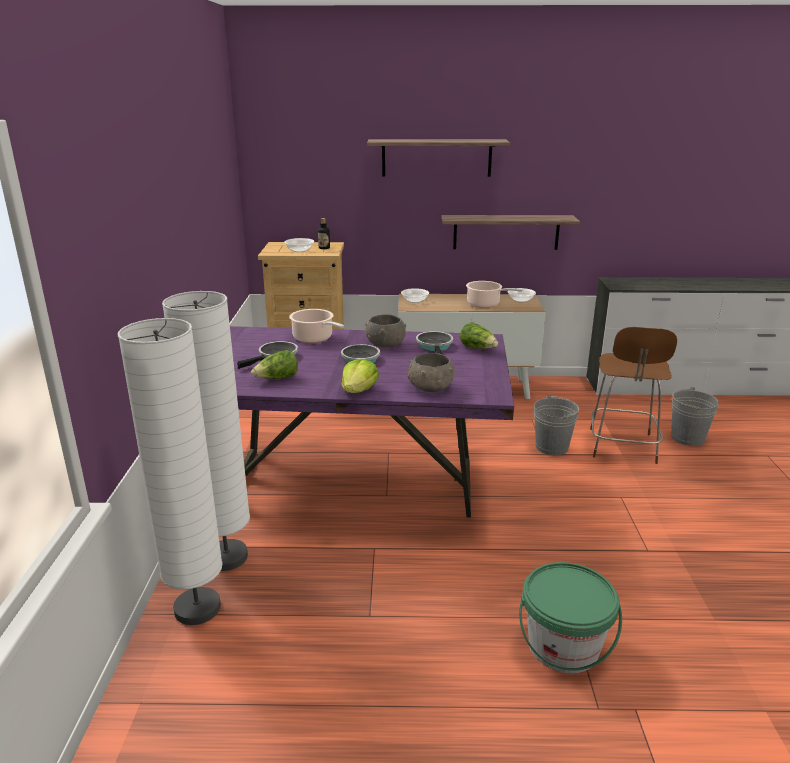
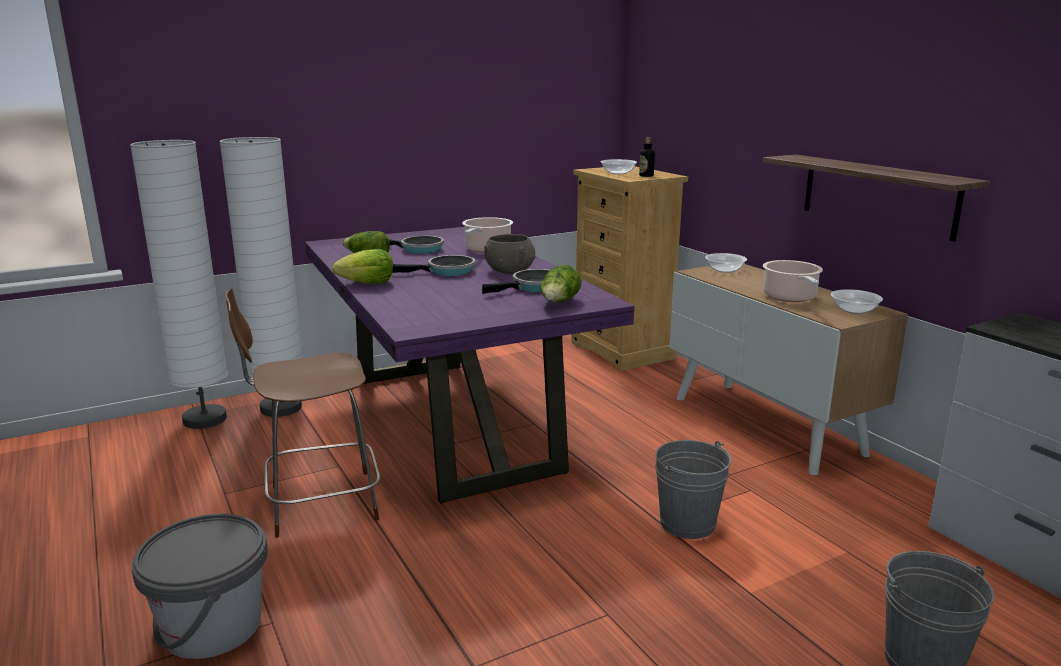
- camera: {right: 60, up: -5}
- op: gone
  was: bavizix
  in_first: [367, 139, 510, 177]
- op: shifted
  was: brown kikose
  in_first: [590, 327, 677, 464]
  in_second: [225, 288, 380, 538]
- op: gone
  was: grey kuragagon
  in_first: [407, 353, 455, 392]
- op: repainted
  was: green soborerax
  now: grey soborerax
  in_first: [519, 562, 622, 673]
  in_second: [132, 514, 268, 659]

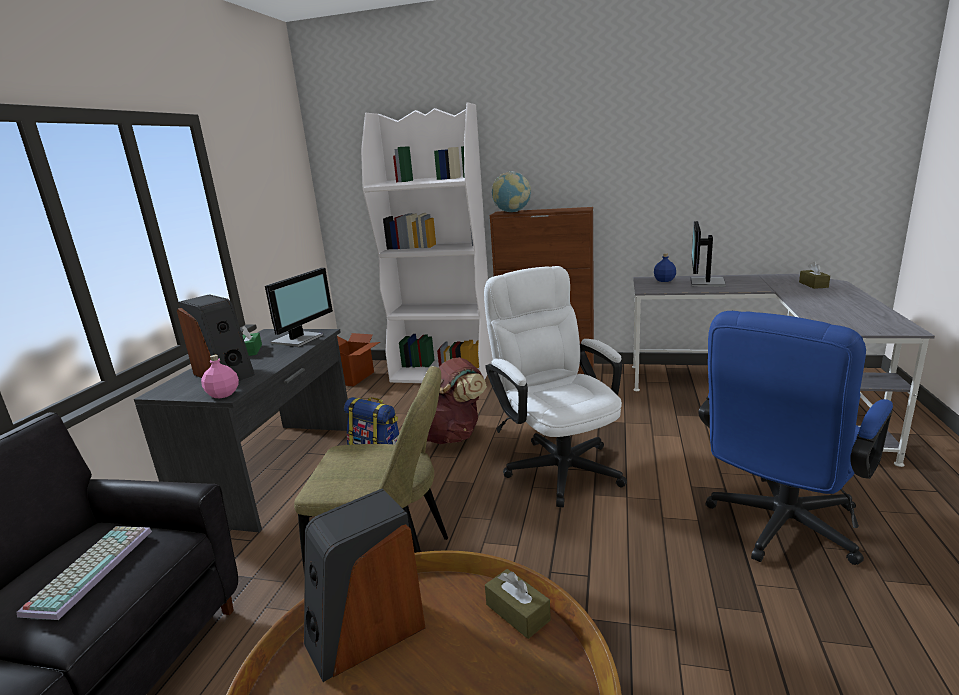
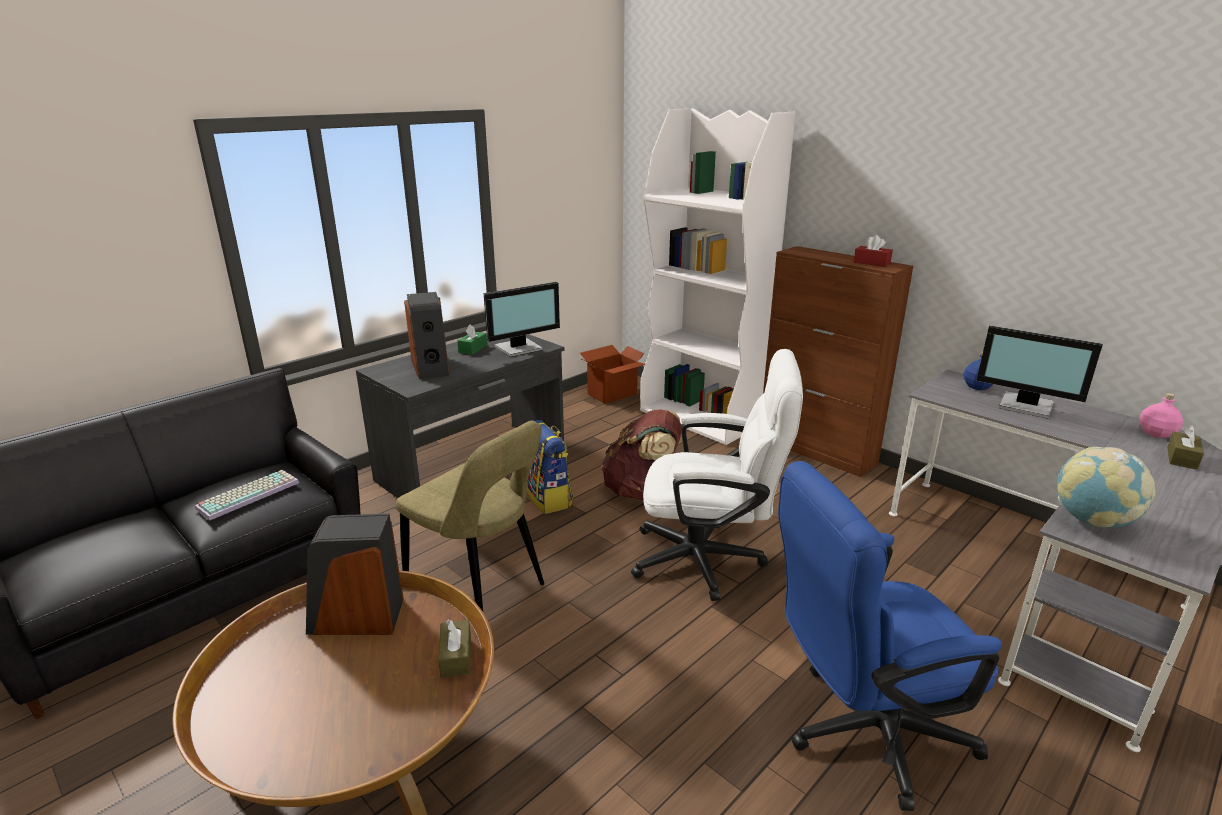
- camera: {right: 30, up: 5}
- op: shifted
  was: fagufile
  in_first: [492, 171, 531, 212]
  in_second: [1057, 447, 1156, 528]
- op: rotated
  was: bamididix
  in_first: [691, 221, 726, 287]
  in_second: [976, 326, 1103, 419]
  clockwise: -105
- op: rotated
  was: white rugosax
  in_first: [484, 266, 627, 507]
  in_second: [631, 349, 803, 601]
  clockwise: 90
- op: shifted
  was: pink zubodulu
  in_first: [201, 355, 239, 398]
  in_second: [1140, 393, 1184, 438]
- op: new
  now: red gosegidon
  in_second: [854, 235, 893, 267]

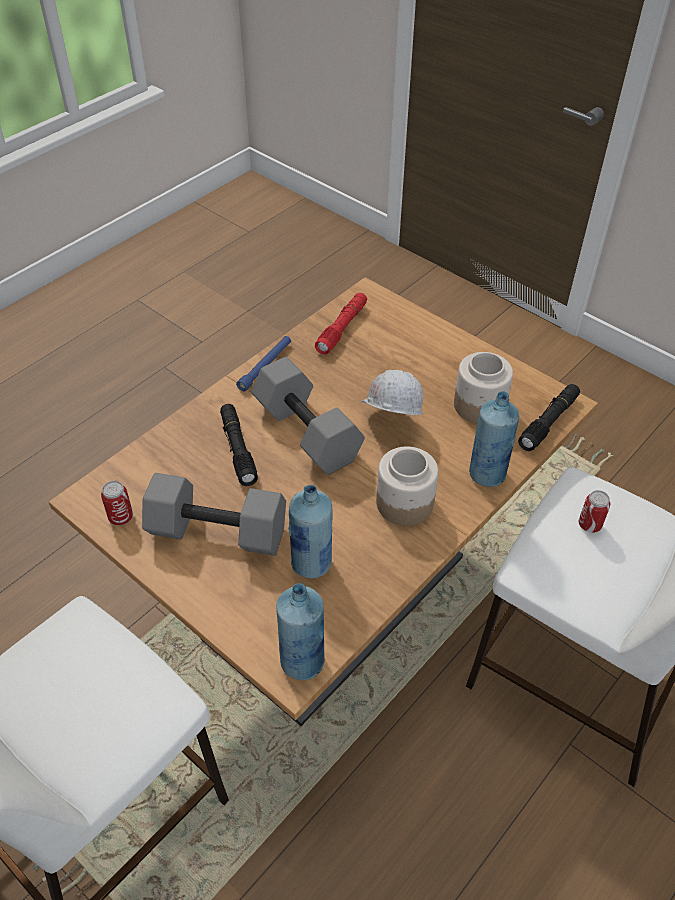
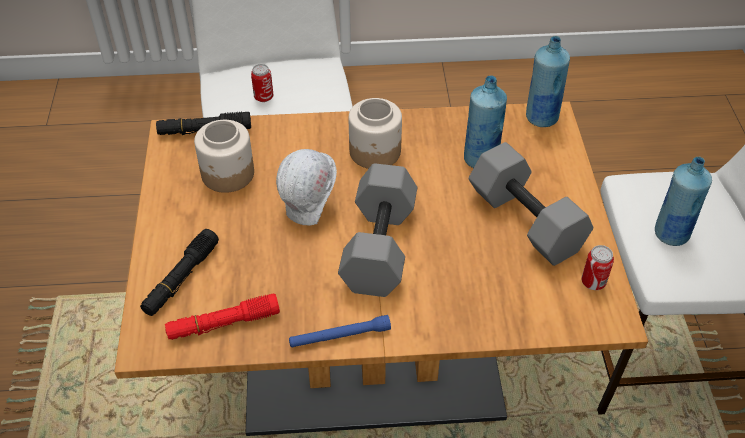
- camera: {right: -135, up: 0}
- op: shifted
  was: blue zubodulu
  in_first: [469, 391, 519, 487]
  in_second: [655, 157, 712, 246]
- op: shifted
  was: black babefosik
  in_first: [220, 404, 258, 486]
  in_second: [140, 229, 219, 316]

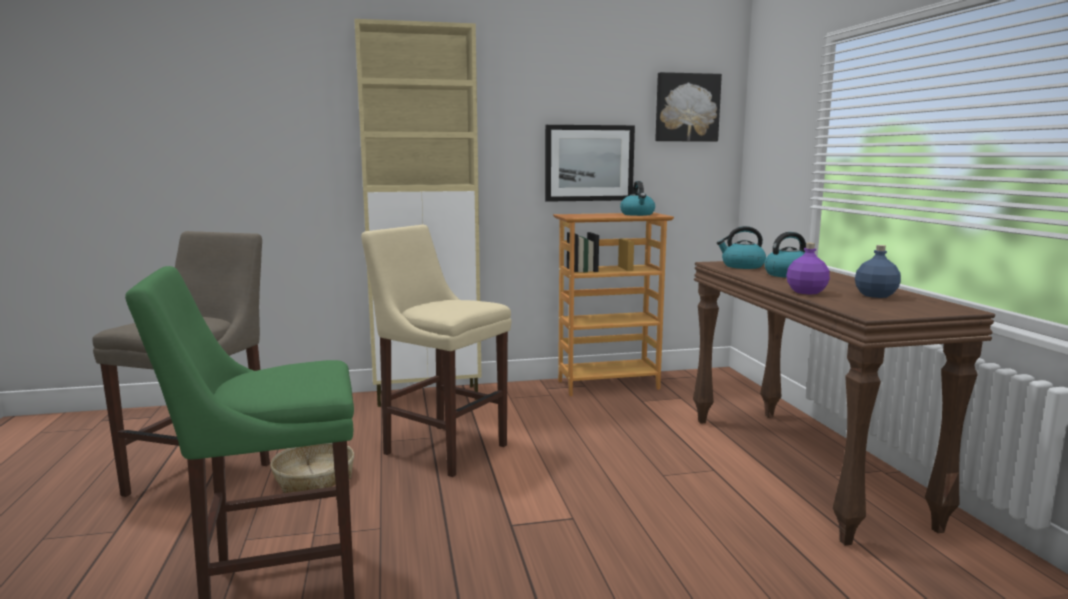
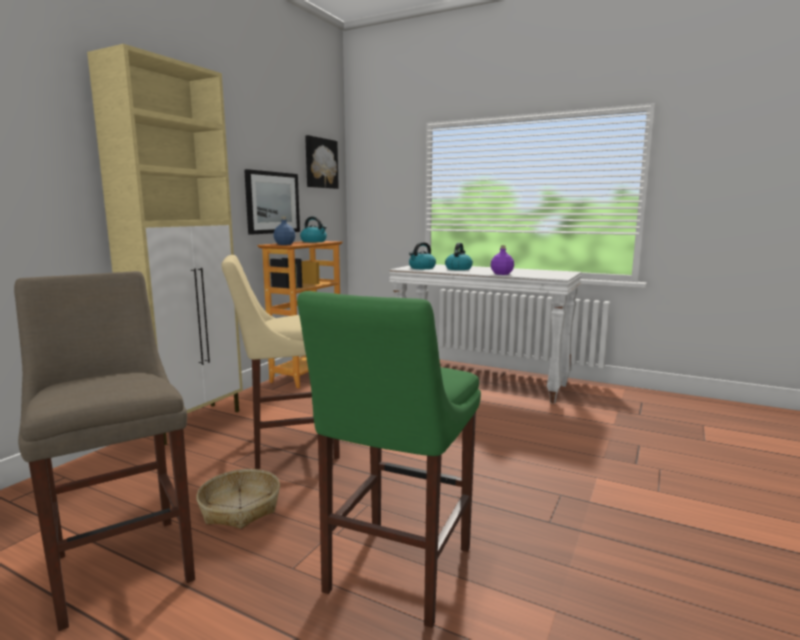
- camera: {right: -50, up: 0}
- op: shifted
  was: blue zubodulu
  in_first: [855, 245, 901, 298]
  in_second: [274, 217, 296, 245]
- op: repainted
  was: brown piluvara
  now: white piluvara
  in_first: [693, 261, 995, 546]
  in_second: [389, 264, 582, 404]

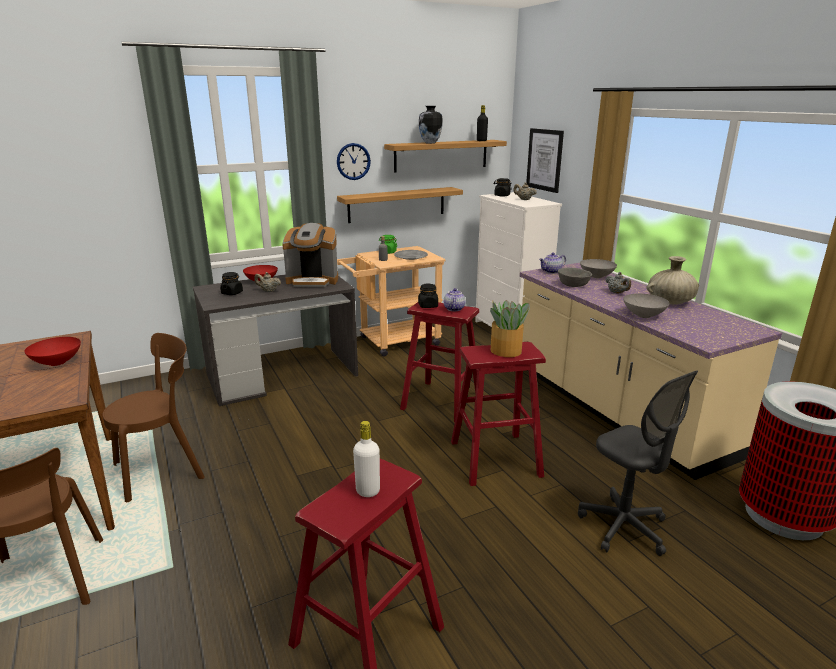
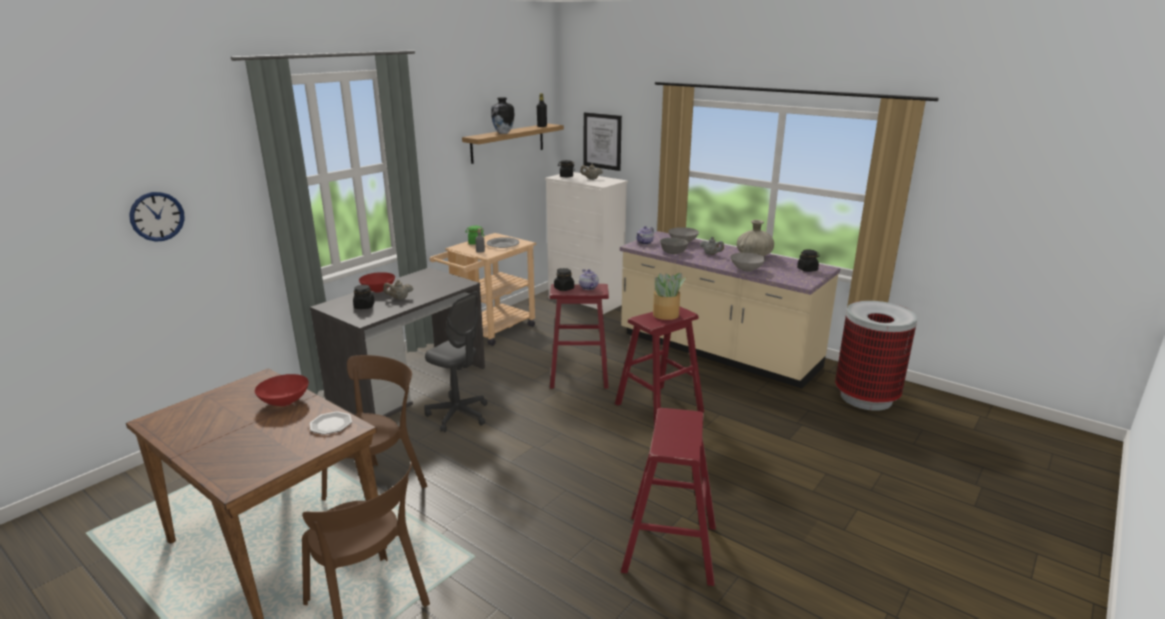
- camera: {right: -25, up: 0}
- op: shifted
  was: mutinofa
  in_first: [337, 143, 371, 180]
  in_second: [129, 192, 185, 242]
- op: gone
  was: bavizix
  in_first: [337, 187, 463, 223]
- op: gone
  was: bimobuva
  in_first: [282, 223, 338, 287]
- op: shifted
  was: grey rugosax
  in_first: [578, 371, 698, 556]
  in_second: [424, 291, 488, 432]
- op: gone
  was: white zubodulu
  in_first: [353, 421, 380, 497]
- op: new
  now: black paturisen
  in_second: [797, 249, 820, 272]
- op: new
  now: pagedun
  in_second: [309, 411, 352, 435]

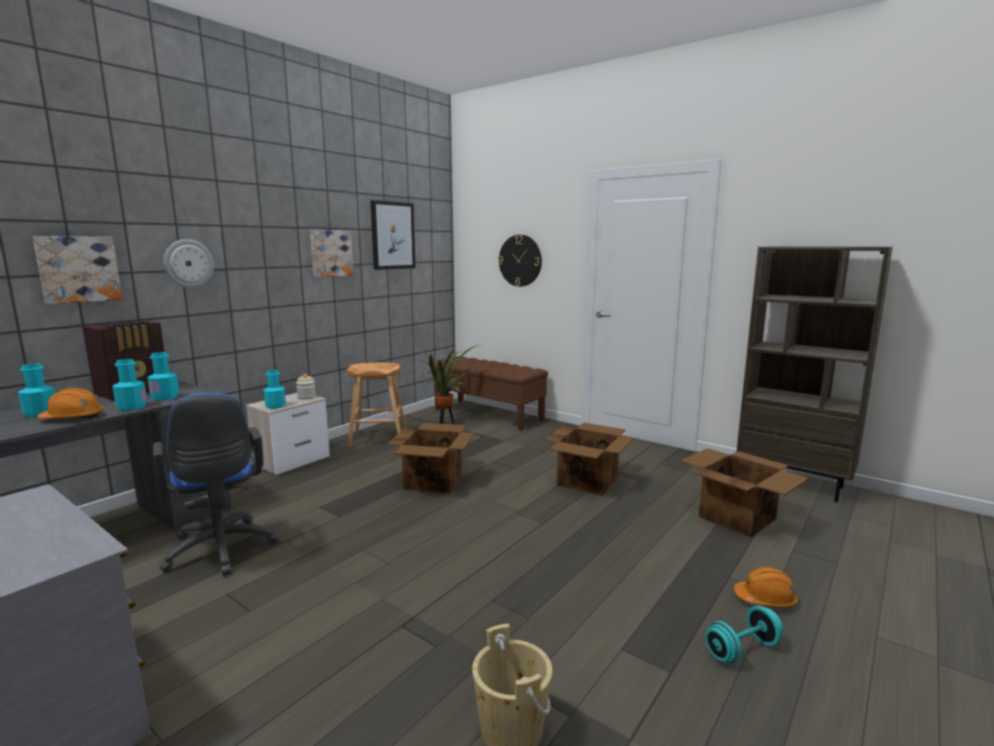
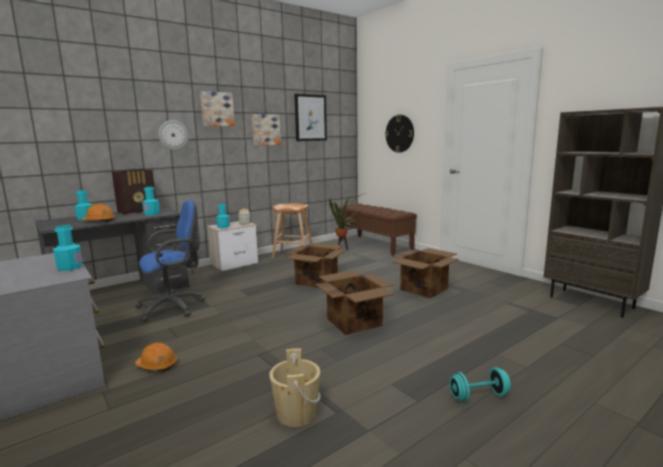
- camera: {right: 15, up: 0}
- op: shifted
  was: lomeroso
  in_first: [33, 236, 122, 305]
  in_second: [200, 91, 235, 126]
- op: shifted
  was: turquoise zubodulu
  in_first: [112, 359, 147, 411]
  in_second: [53, 225, 83, 271]
- op: rotated
  was: blue rugosax
  in_first: [153, 393, 279, 576]
  in_second: [135, 200, 205, 322]
  clockwise: -105
- op: shifted
  was: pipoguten
  in_first: [680, 448, 809, 538]
  in_second: [315, 270, 394, 335]
- op: shifted
  was: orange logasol
  in_first: [734, 567, 798, 608]
  in_second: [135, 342, 177, 371]

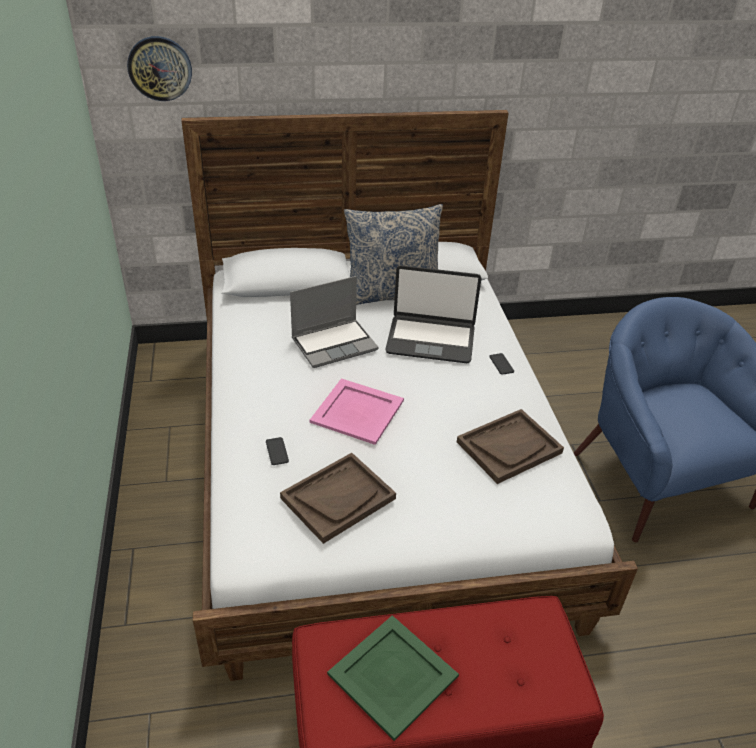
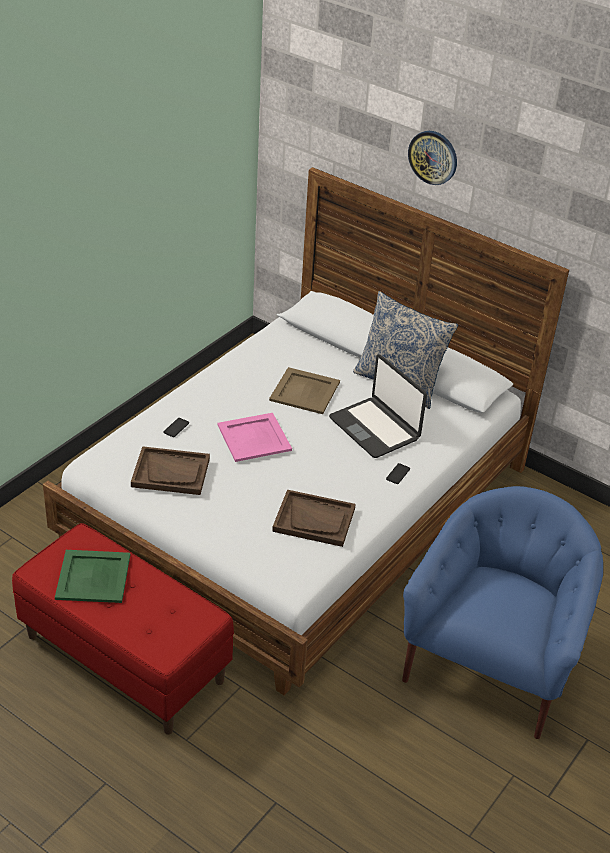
- camera: {right: 45, up: 0}
- op: shifted
  was: mutinofa
  in_first: [127, 36, 192, 101]
  in_second: [408, 131, 457, 185]
- op: swapped
  was: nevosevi
  now: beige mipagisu
  in_first: [290, 276, 379, 368]
  in_second: [269, 367, 340, 414]

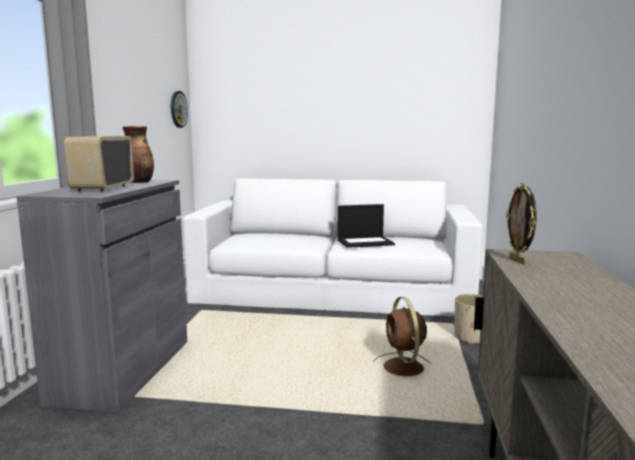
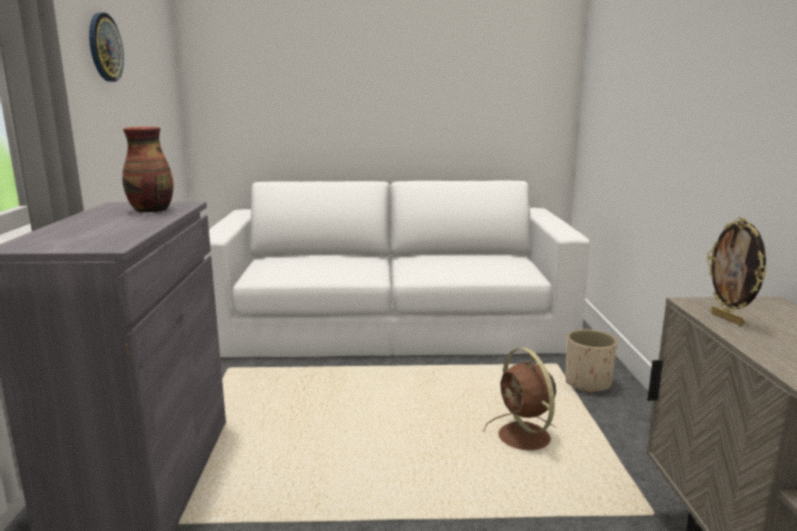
- camera: {right: -10, up: 5}
- op: shifted
  was: mutinofa
  in_first: [171, 91, 188, 128]
  in_second: [89, 12, 124, 82]
- op: gone
  was: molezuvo
  in_first: [64, 136, 134, 192]
- op: gone
  was: nevosevi
  in_first: [338, 204, 395, 248]

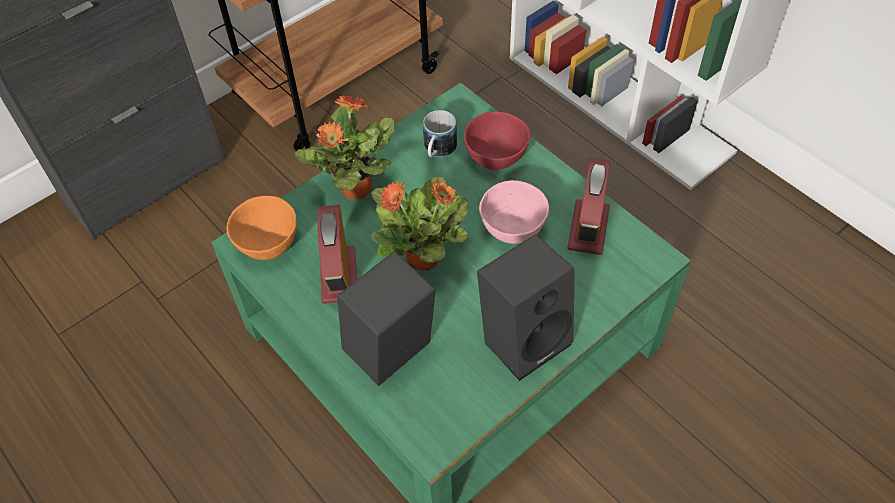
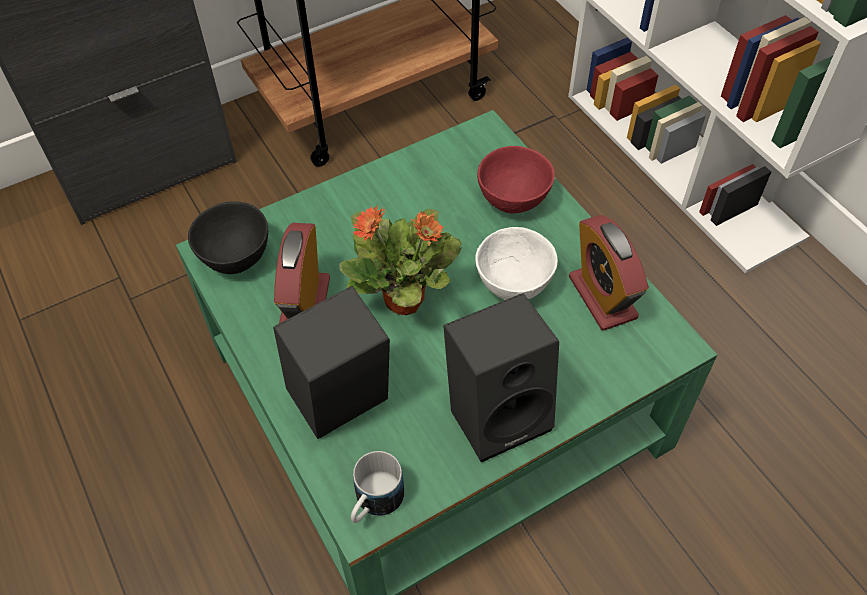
- camera: {right: 10, up: 0}
- op: gone
  was: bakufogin
  in_first: [294, 95, 395, 199]
- op: shifted
  was: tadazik
  in_first: [423, 110, 457, 157]
  in_second: [351, 451, 404, 523]
- op: rotated
  was: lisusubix
  in_first: [567, 158, 610, 255]
  in_second: [569, 215, 649, 331]
  clockwise: 135
- op: repainted
  was: pink kuragagon
  now: white kuragagon
  in_first: [479, 180, 549, 244]
  in_second: [475, 227, 558, 300]
- op: repainted
  was: orange kuragagon
  now: black kuragagon
  in_first: [226, 196, 297, 260]
  in_second: [188, 202, 268, 274]

